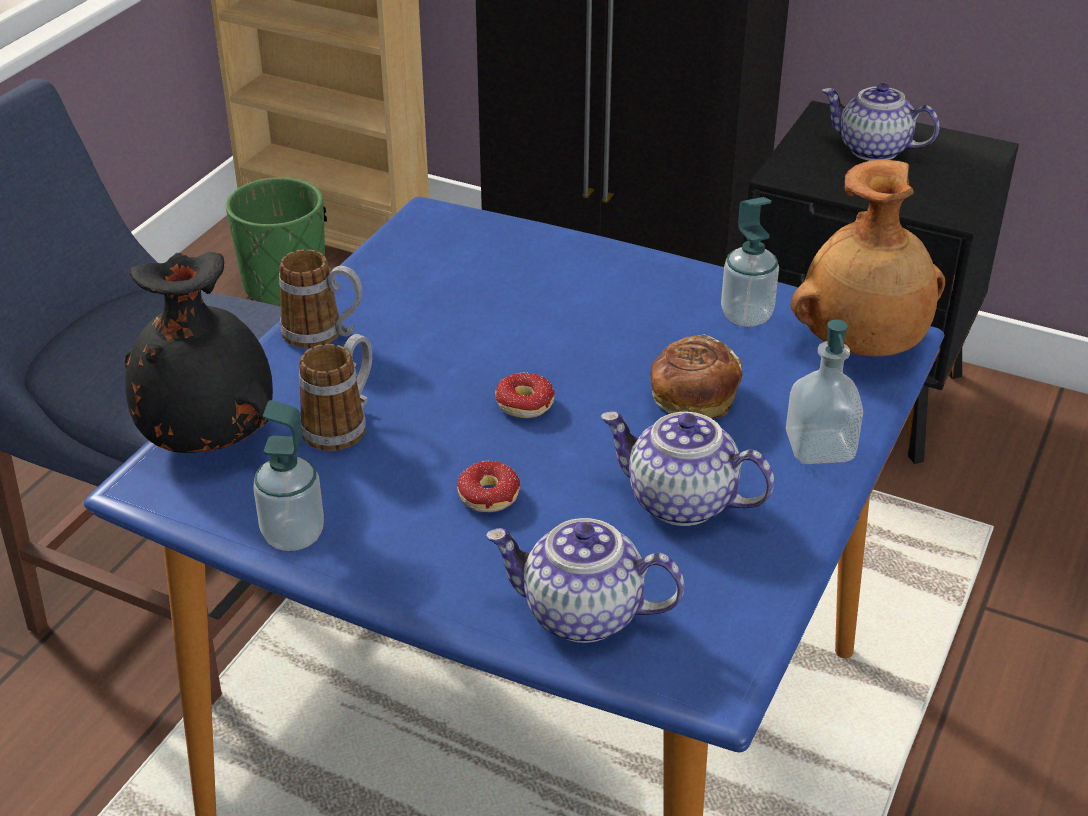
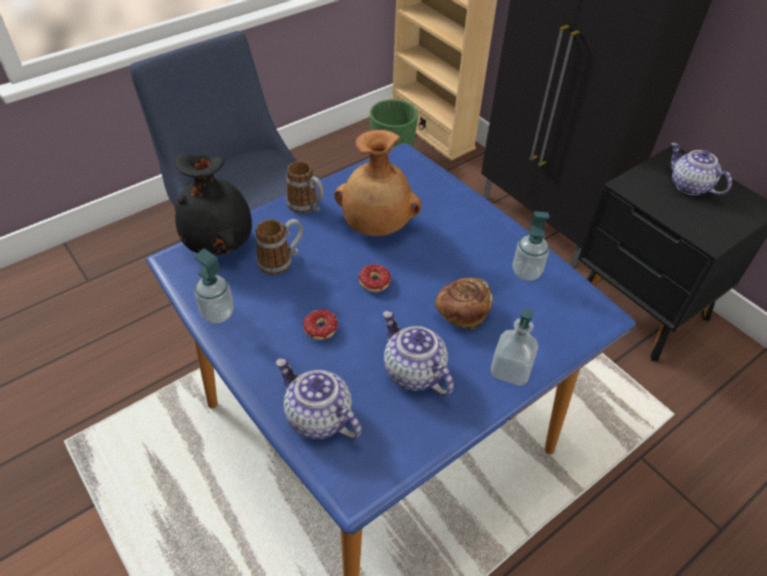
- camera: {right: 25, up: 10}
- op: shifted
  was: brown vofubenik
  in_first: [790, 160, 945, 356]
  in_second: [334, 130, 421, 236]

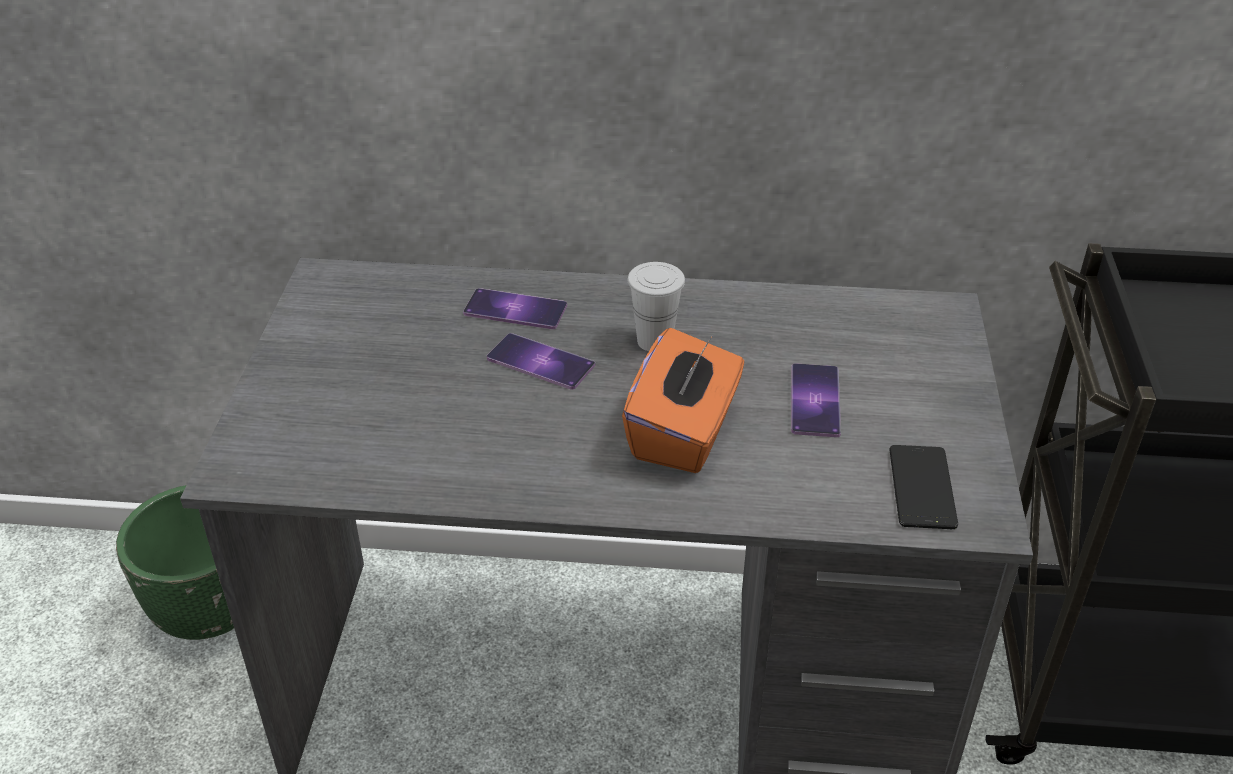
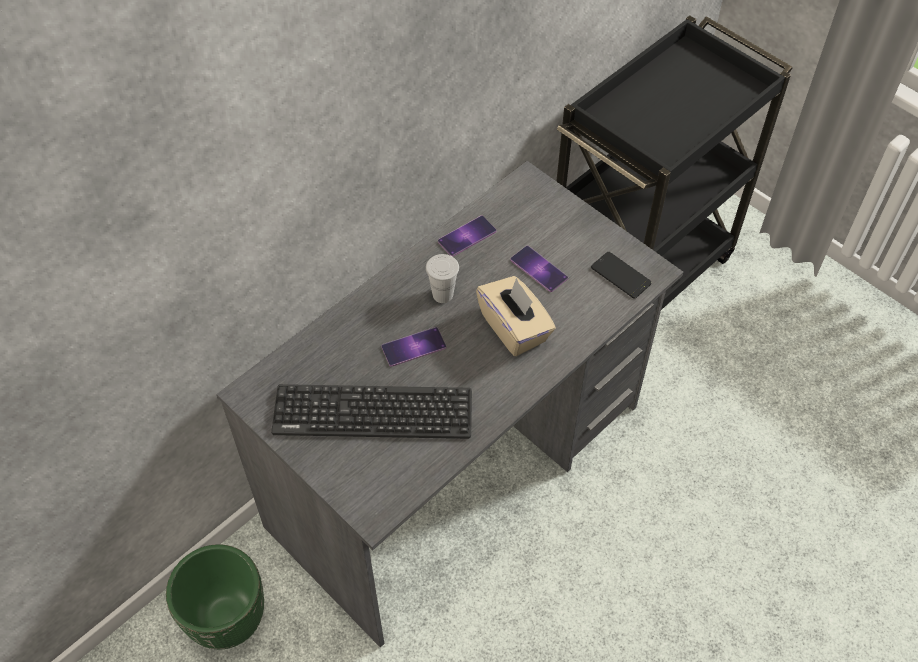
- camera: {right: -50, up: 15}
- op: shifted
  was: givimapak
  in_first: [463, 288, 567, 329]
  in_second: [438, 216, 497, 257]
- op: repainted
  was: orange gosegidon
  now: beige gosegidon
  in_first: [622, 328, 744, 473]
  in_second: [476, 276, 556, 356]
- op: new
  now: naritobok
  in_second: [271, 384, 472, 439]

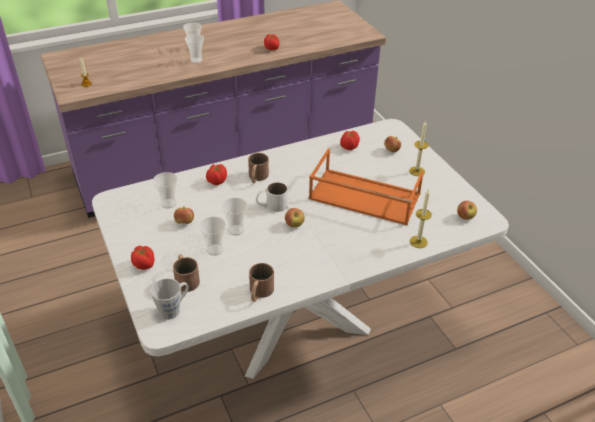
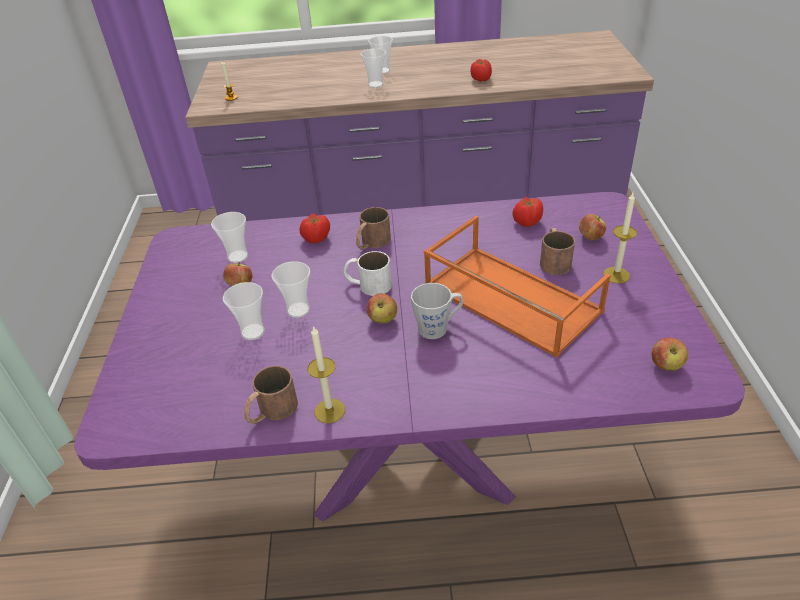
- camera: {right: 25, up: 0}
- op: repainted
  was: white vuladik
  now: purple vuladik
  in_first: [92, 119, 509, 379]
  in_second: [74, 192, 745, 522]
- op: shifted
  was: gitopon
  in_first: [410, 190, 432, 248]
  in_second: [308, 326, 345, 423]
- op: gone
  was: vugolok
  in_first: [131, 246, 155, 270]
- op: shifted
  was: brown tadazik
  in_first: [173, 254, 200, 292]
  in_second: [540, 228, 575, 275]
- op: shifted
  was: grey tadazik
  in_first: [151, 278, 189, 319]
  in_second: [411, 283, 464, 339]

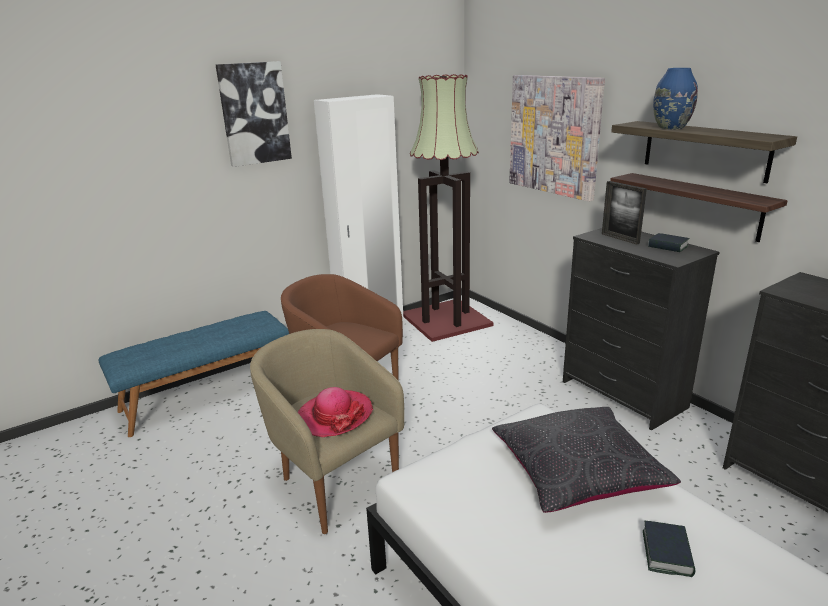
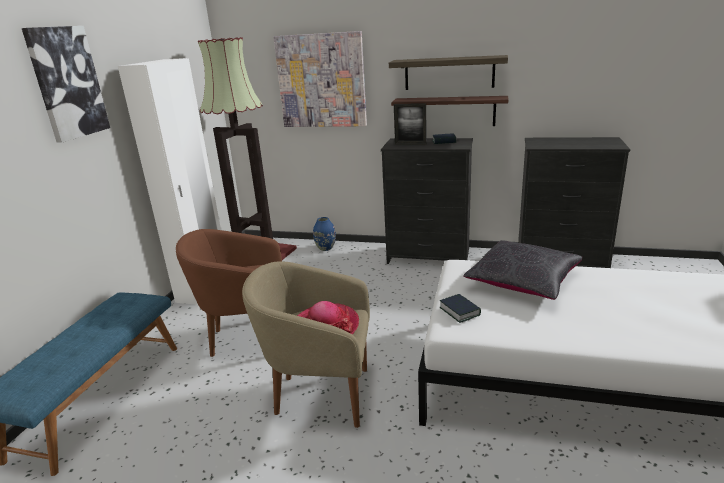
- camera: {right: -40, up: 0}
- op: shifted
  was: blue vofubenik
  in_first: [653, 68, 698, 129]
  in_second: [313, 217, 336, 251]
- op: shifted
  was: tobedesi
  in_first: [643, 521, 695, 577]
  in_second: [440, 294, 481, 323]

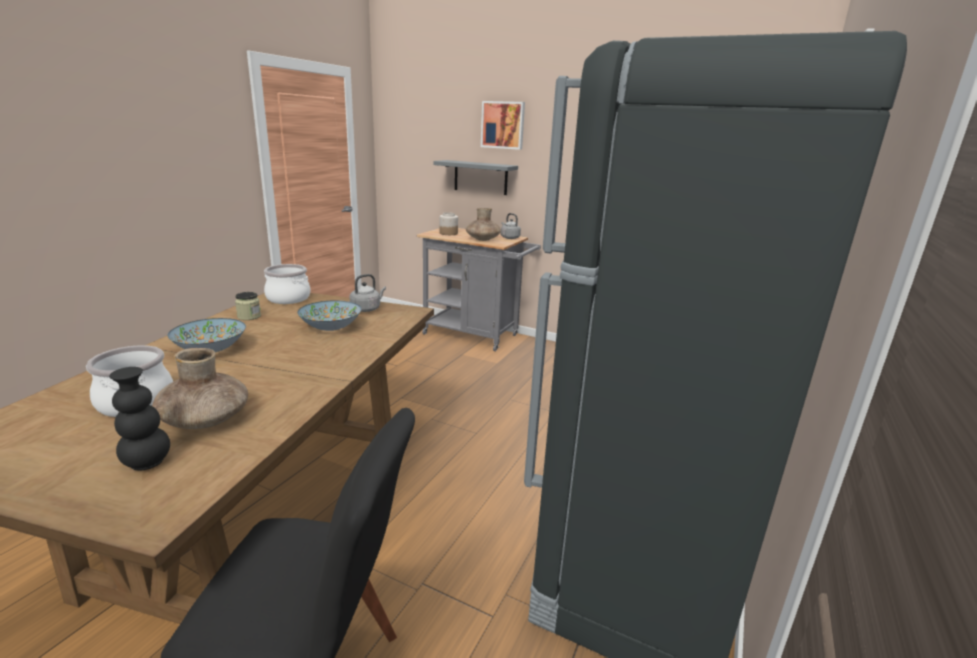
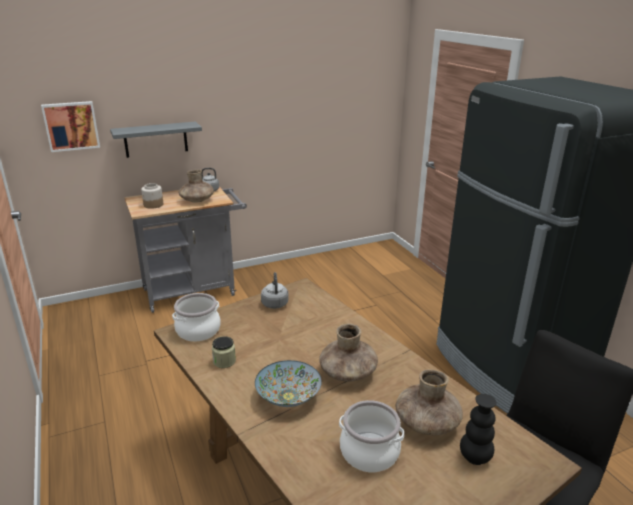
- camera: {right: -50, up: 5}
- op: shifted
  was: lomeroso
  in_first: [481, 101, 525, 150]
  in_second: [41, 101, 100, 152]
- op: gone
  was: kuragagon
  in_first: [297, 301, 361, 331]
- op: new
  now: brown vofubenik
  in_second: [319, 323, 378, 381]

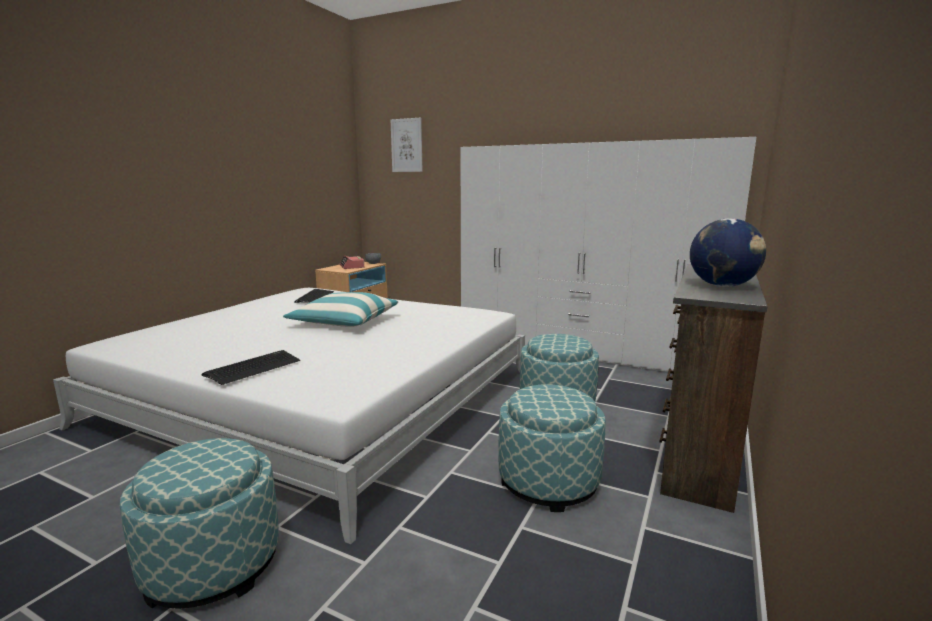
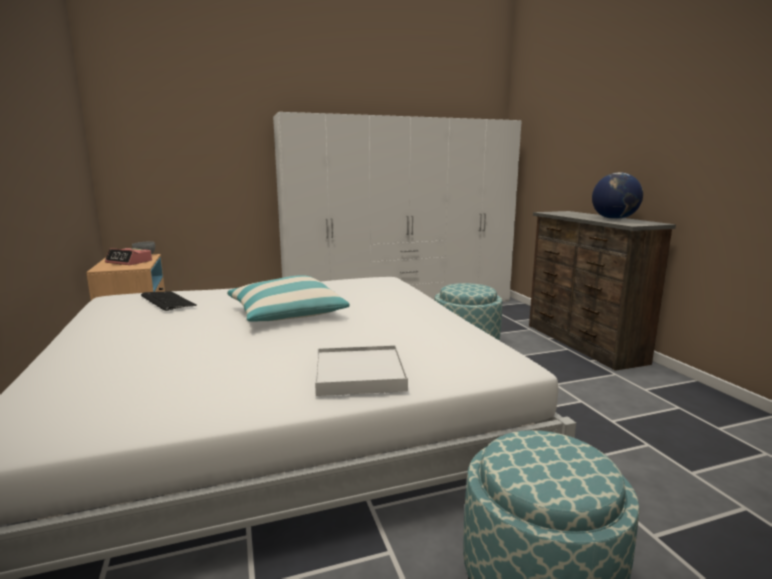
- camera: {right: -45, up: 0}
- op: gone
  was: lomeroso
  in_first: [391, 118, 423, 172]
- op: swapped
  was: naritobok
  now: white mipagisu
  in_first: [202, 350, 300, 385]
  in_second: [315, 345, 408, 396]
- op: gone
  was: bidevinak
  in_first: [498, 384, 606, 512]

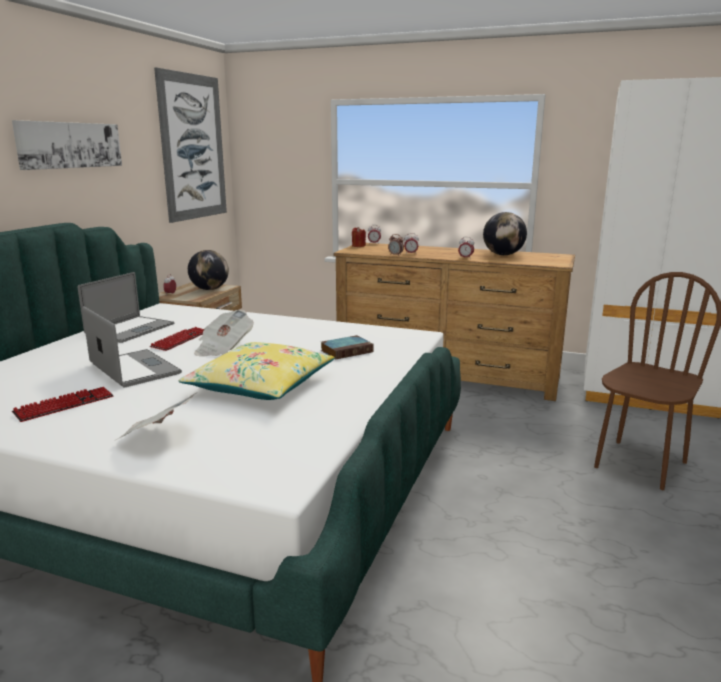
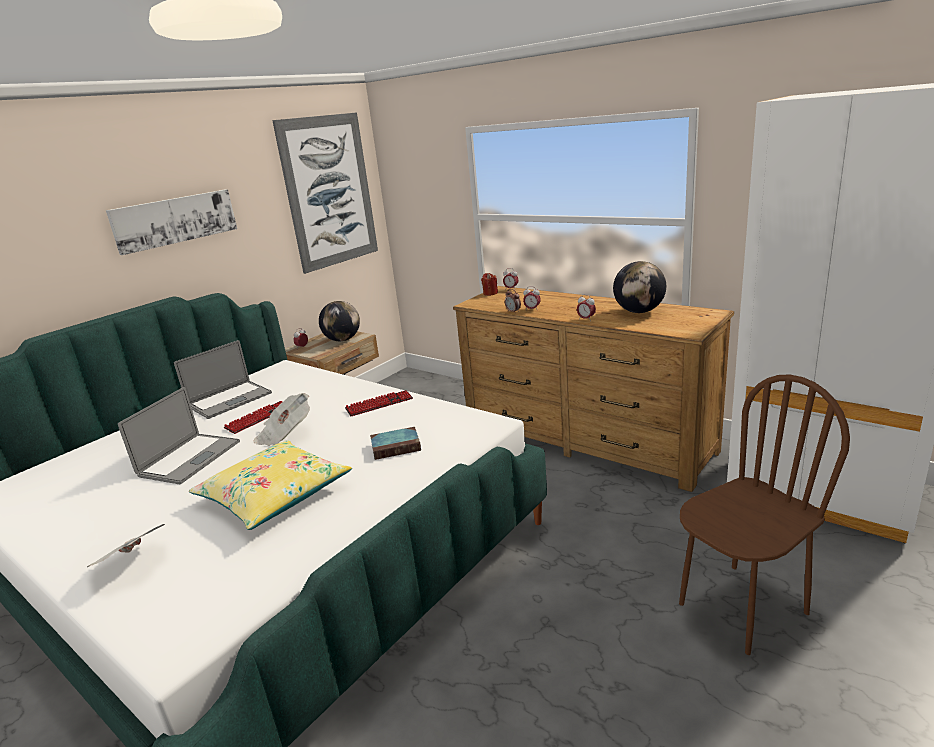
- camera: {right: 20, up: 5}
- op: rotated
  was: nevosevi
  in_first: [82, 306, 182, 388]
  in_second: [118, 387, 240, 484]
  clockwise: 45
- op: shifted
  was: naritobok
  in_first: [12, 387, 114, 422]
  in_second: [345, 390, 413, 416]

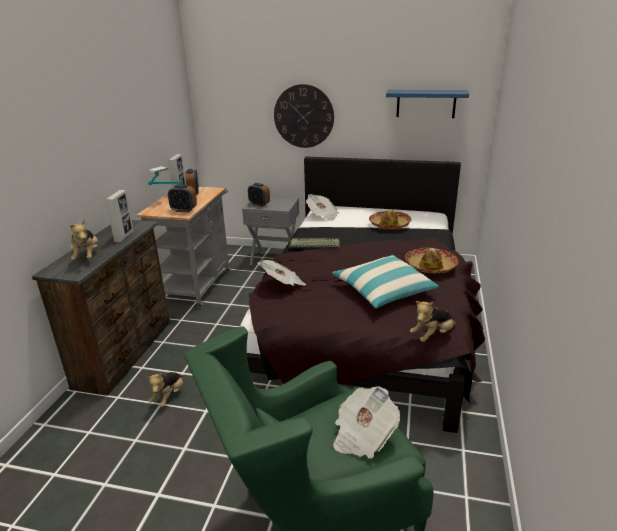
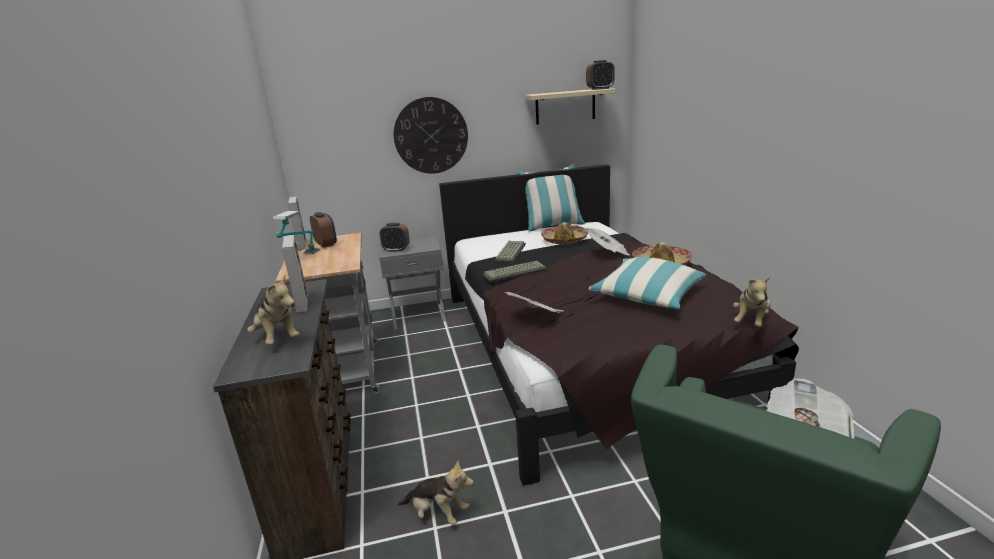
- camera: {right: -25, up: -5}
- op: repainted
  was: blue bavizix
  now: beige bavizix
  in_first: [386, 90, 469, 118]
  in_second: [525, 88, 616, 124]
- op: shifted
  was: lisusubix
  in_first: [168, 184, 197, 212]
  in_second: [586, 60, 615, 90]
- op: shifted
  was: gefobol
  in_first: [306, 194, 339, 221]
  in_second: [584, 228, 629, 255]
- op: rotated
  was: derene
  in_first: [147, 372, 185, 407]
  in_second: [398, 460, 474, 525]
  clockwise: -60
- op: new
  now: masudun
  in_second: [518, 164, 585, 232]
- op: new
  now: naritobok
  in_second: [495, 241, 526, 262]

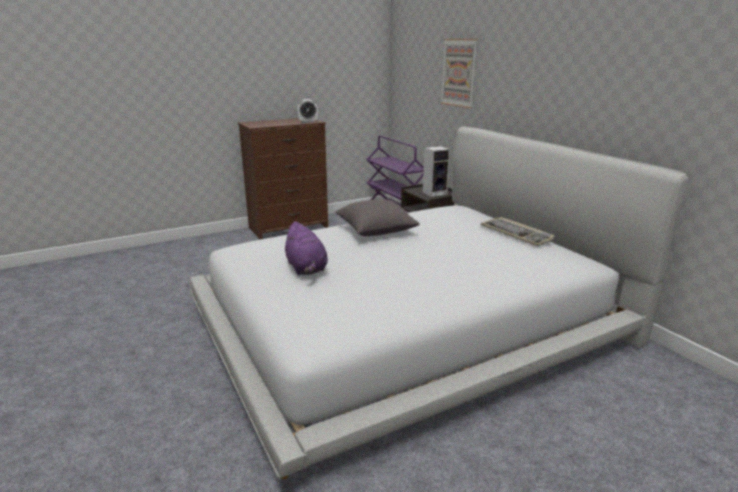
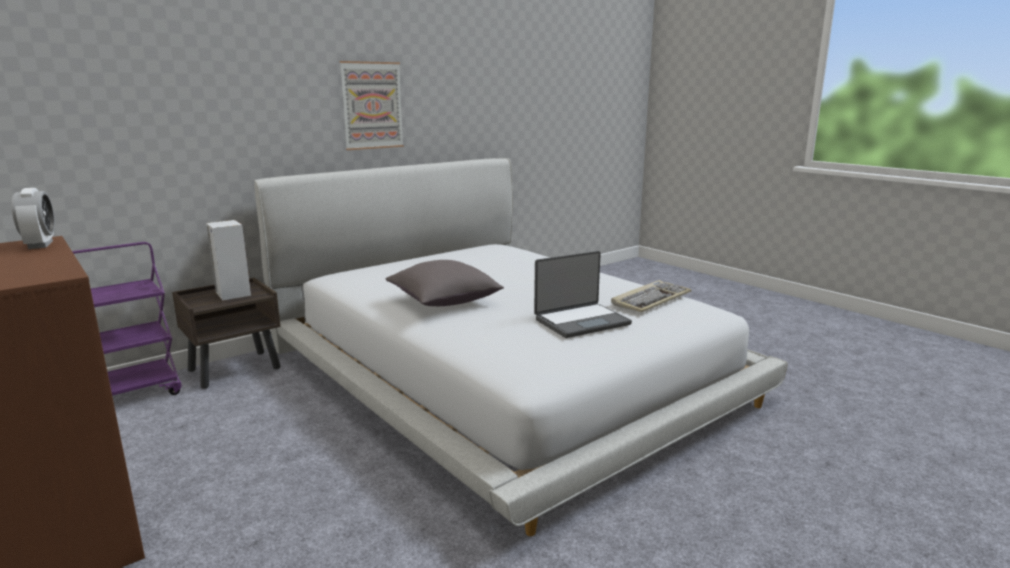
- camera: {right: -100, up: -5}
- op: shifted
  was: lomeroso
  in_first: [440, 39, 478, 108]
  in_second: [340, 61, 404, 150]
- op: shifted
  was: naritobok
  in_first: [481, 217, 555, 246]
  in_second: [611, 280, 691, 313]
- op: swapped
  was: purple derene
  now: nevosevi
  in_first: [283, 221, 328, 275]
  in_second: [534, 251, 632, 338]

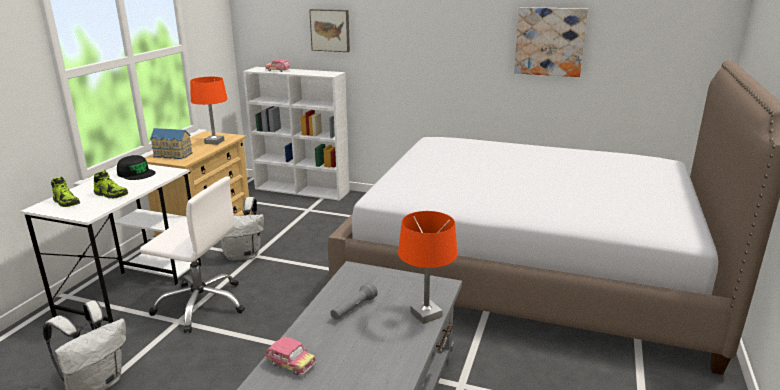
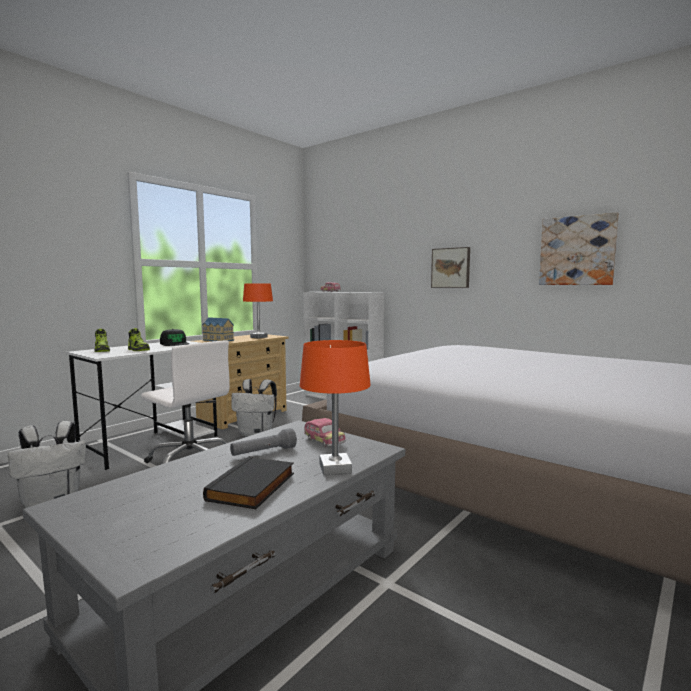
- camera: {right: 20, up: -15}
- op: shifted
  was: lomeroso
  in_first: [309, 9, 350, 52]
  in_second: [431, 247, 470, 288]
- op: shifted
  was: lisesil
  in_first: [265, 337, 316, 376]
  in_second: [304, 418, 346, 448]
- op: new
  now: black tobedesi
  in_second: [203, 456, 294, 509]

